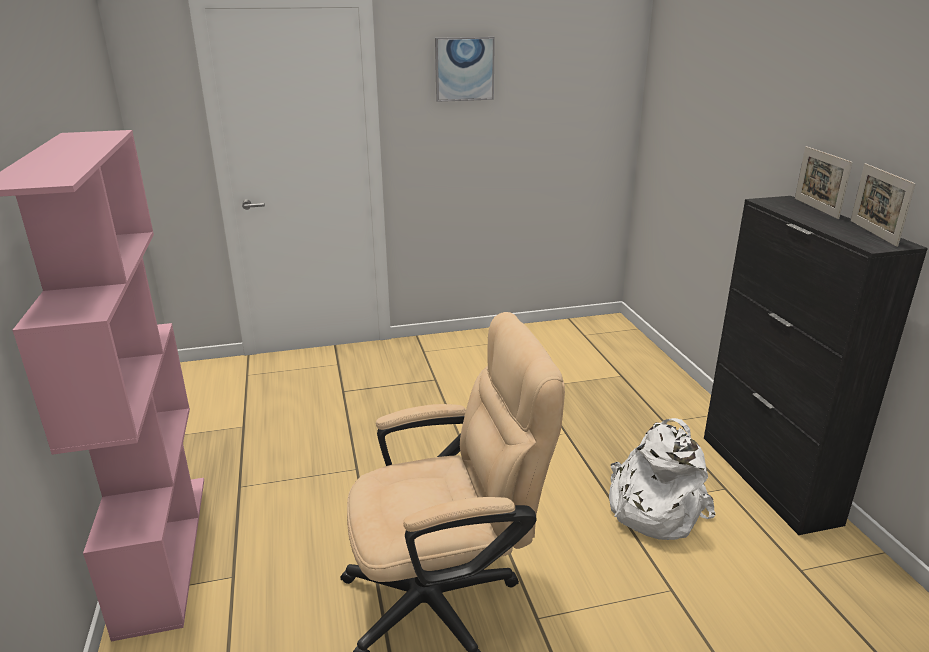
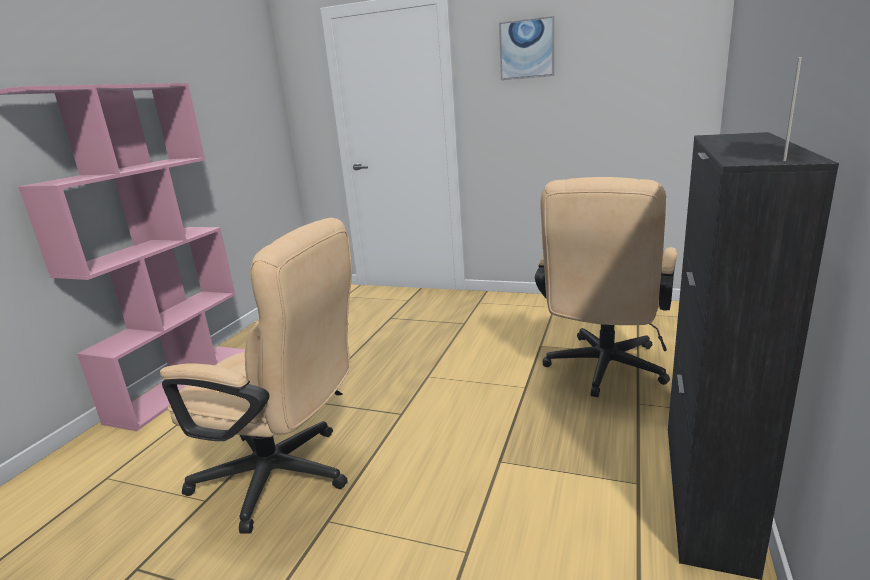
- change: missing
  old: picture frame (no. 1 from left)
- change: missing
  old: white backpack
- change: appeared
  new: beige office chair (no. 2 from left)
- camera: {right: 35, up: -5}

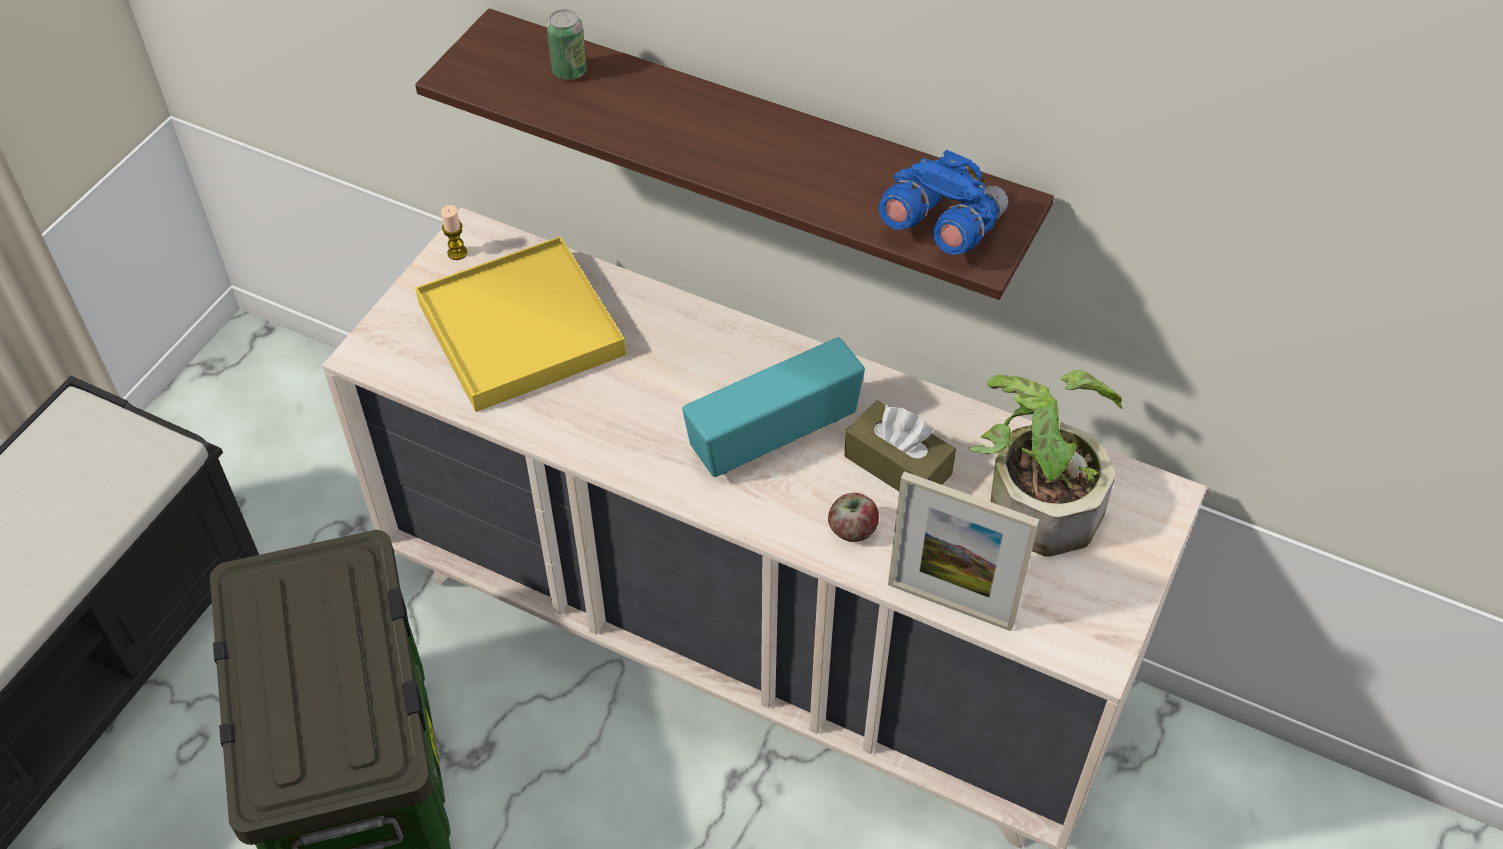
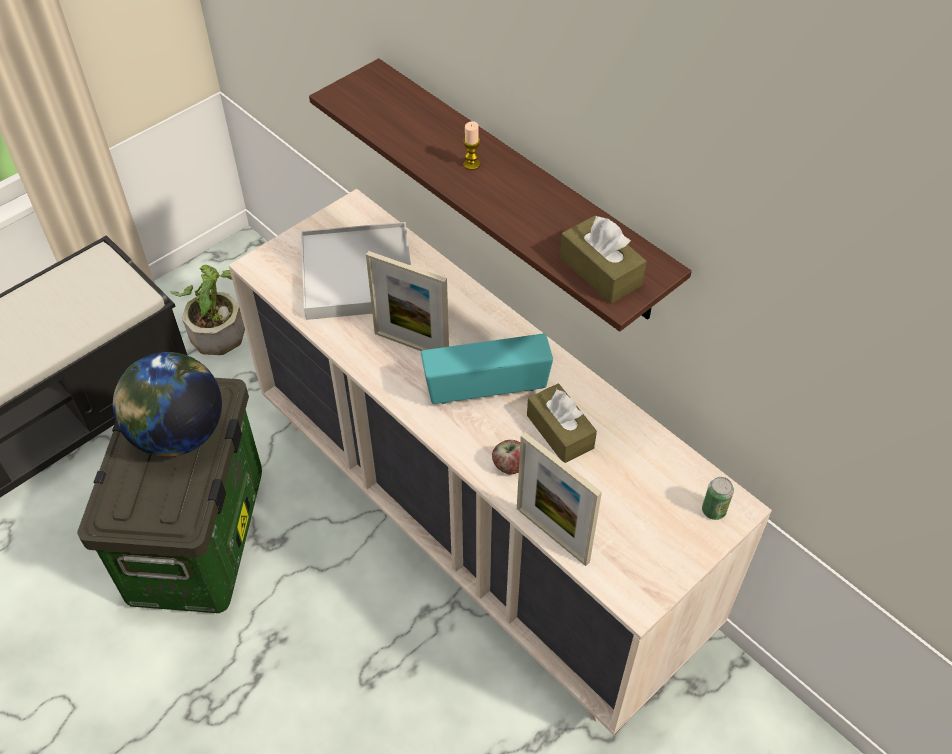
- change: relocated
  old: can
- change: exchanged
  old: blue binoculars
  new: brown tissue box (no. 2 from left)
- change: relocated
  old: candle
- change: colour
  old: yellow tray
  new: white tray
- change: relocated
  old: potted plant
- change: appeared
  new: picture frame (no. 1 from left)
- change: appeared
  new: globe
- camera: {right: 20, up: 0}

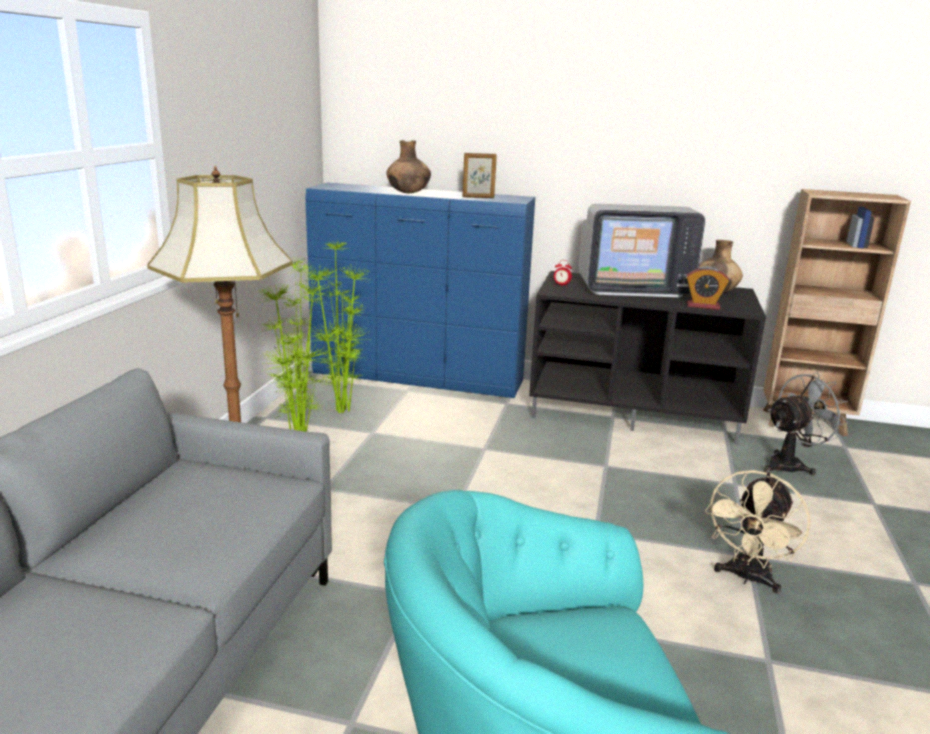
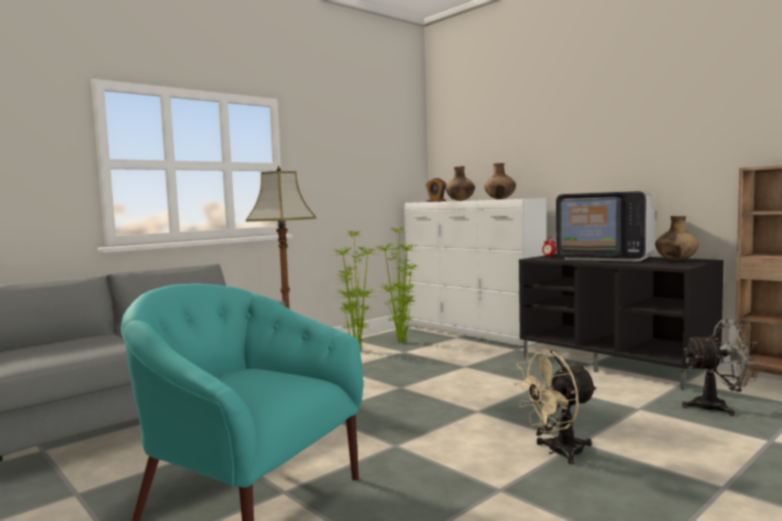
- change: exchanged
  old: picture frame
  new: brown vase (no. 2 from left)
- change: colour
  old: blue dresser
  new: white dresser
- change: relocated
  old: alarm clock (no. 2 from left in the first image)
  new: alarm clock (no. 1 from left)
- camera: {right: 35, up: -15}

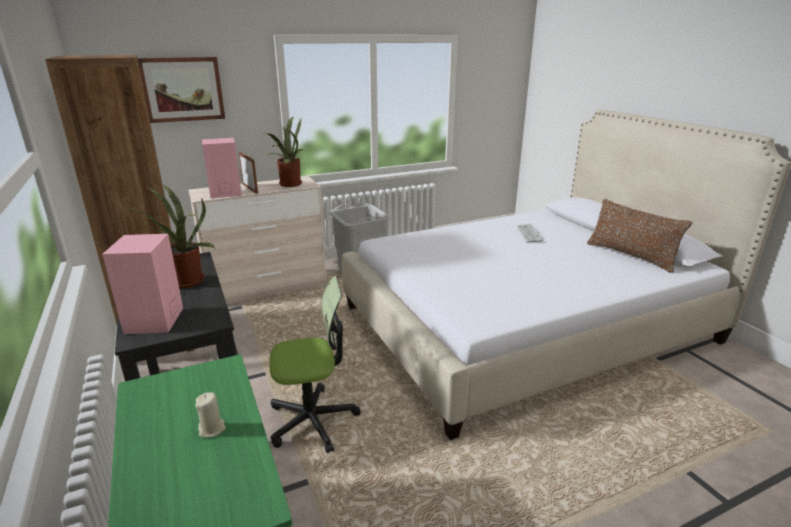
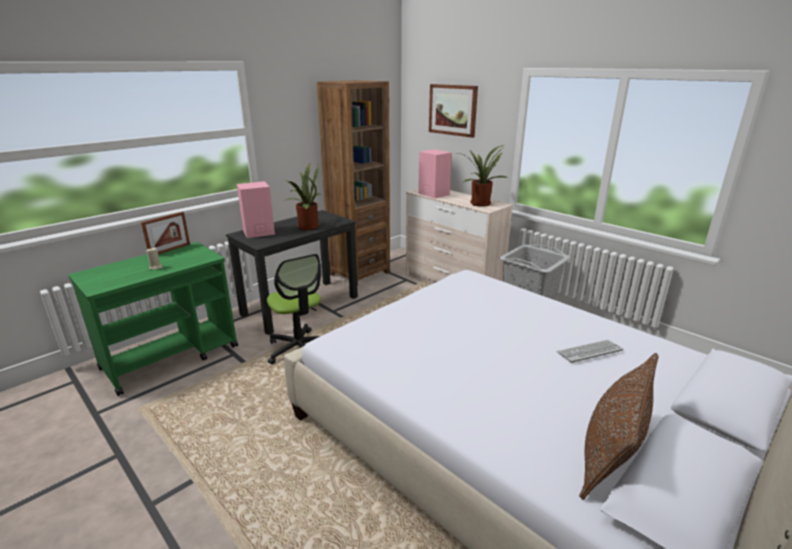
- change: relocated
  old: picture frame
- camera: {right: 70, up: 0}

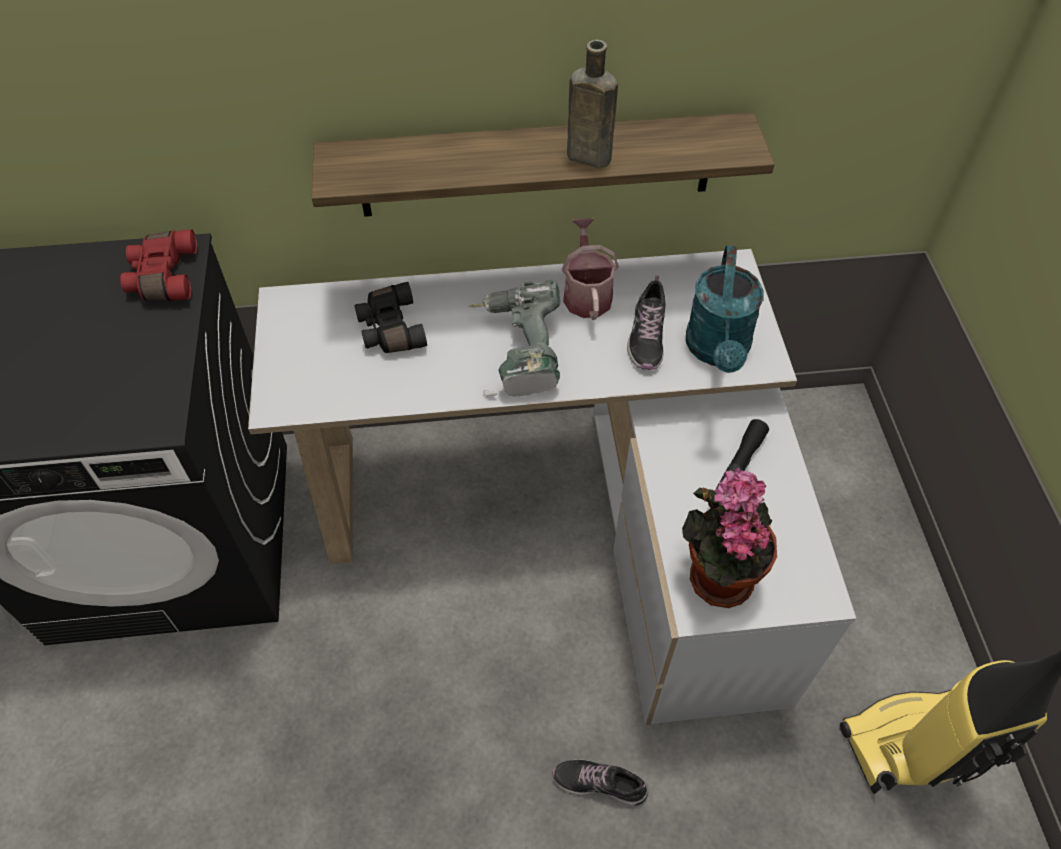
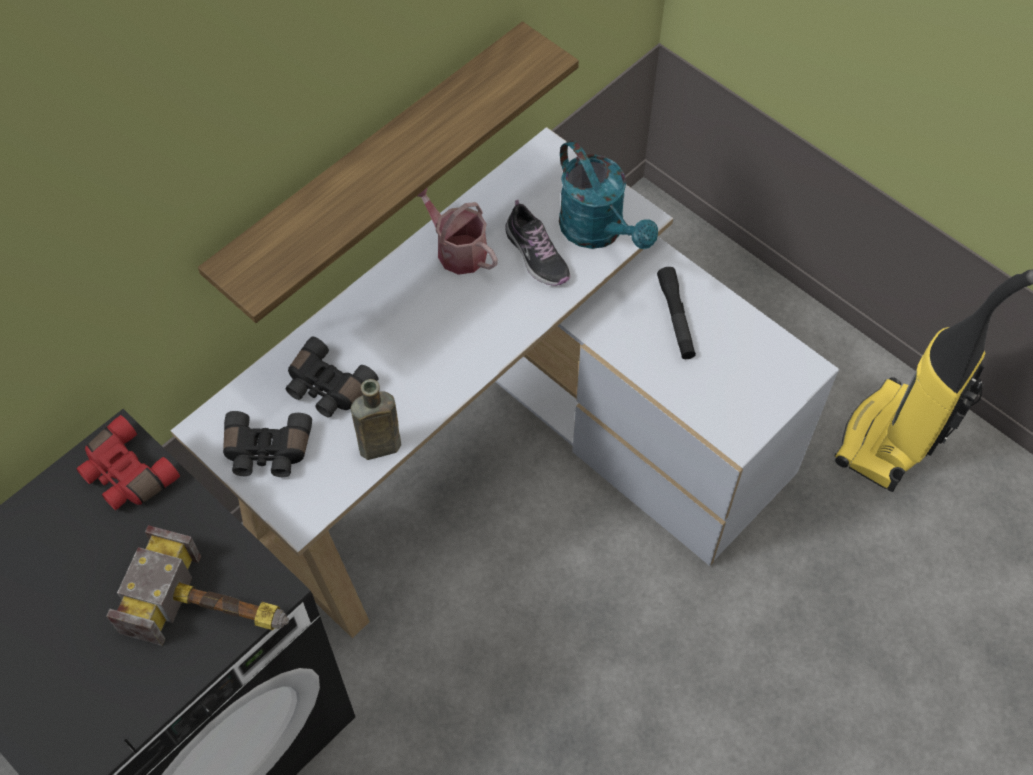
- change: relocated
  old: brown bottle
- change: missing
  old: power drill
- change: missing
  old: potted plant
- change: missing
  old: shoe (no. 1 from left)
- change: appeared
  new: black binoculars (no. 1 from left)
- change: appeared
  new: hammer
- camera: {right: -40, up: 5}

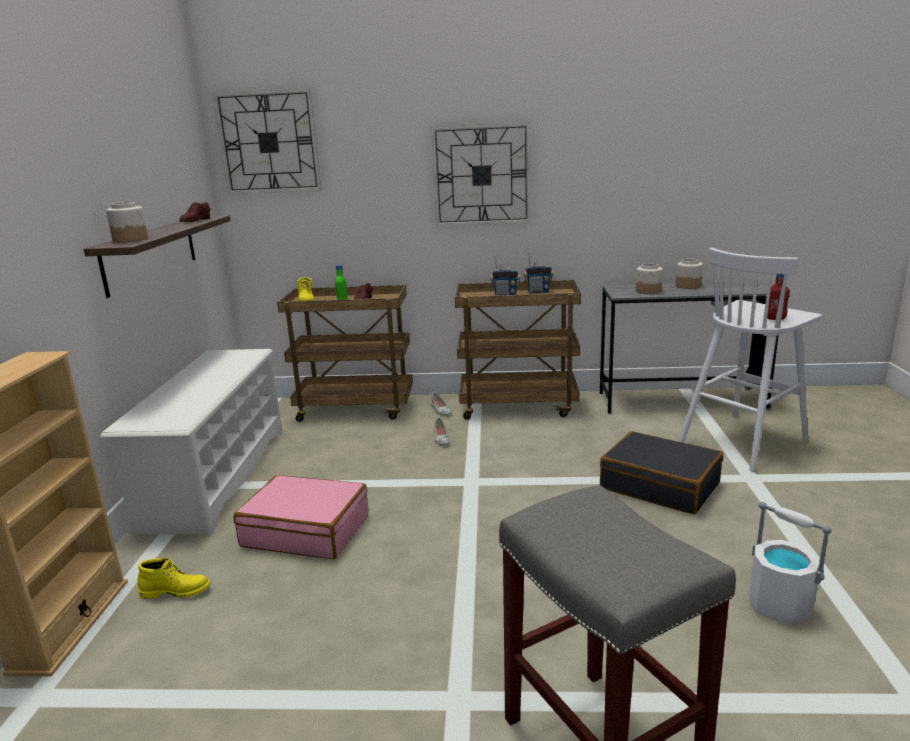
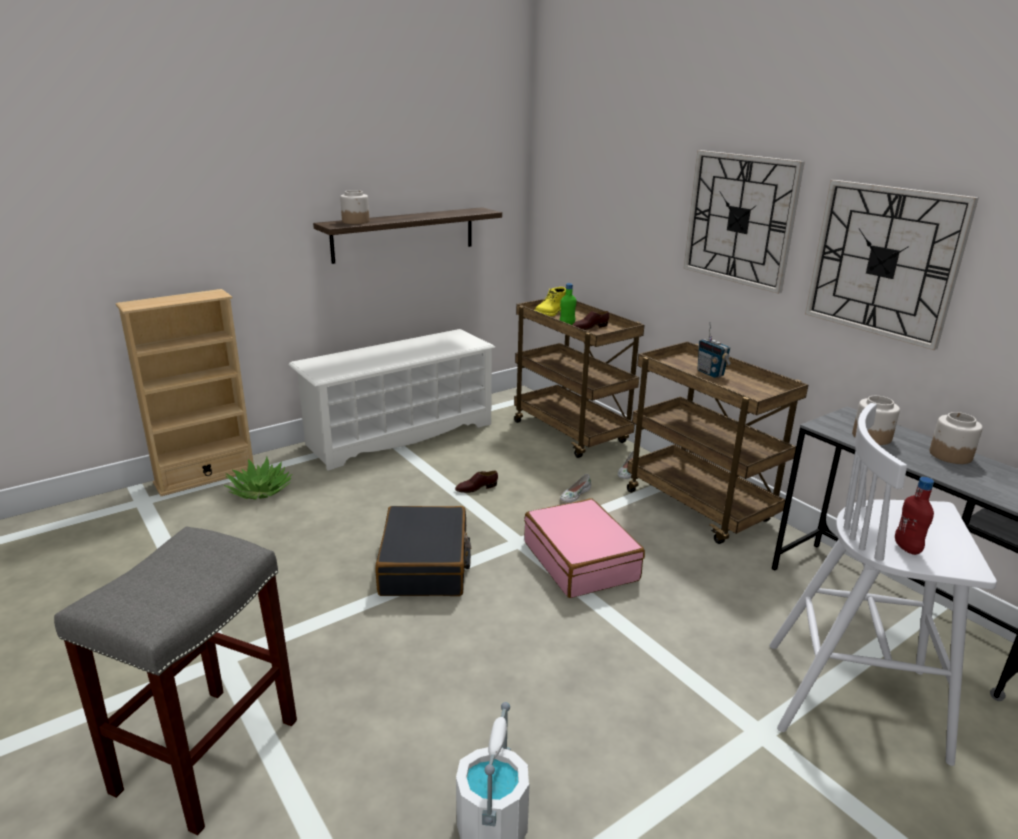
- change: relocated
  old: wall clock (no. 1 from left in the first image)
  new: wall clock (no. 2 from left)
- change: relocated
  old: brown shoe (no. 1 from left)
- change: missing
  old: radio (no. 2 from left)
- change: relocated
  old: black suitcase
- change: relocated
  old: pink suitcase
- change: exchanged
  old: yellow boot (no. 1 from left)
  new: potted plant
- camera: {right: 50, up: 5}

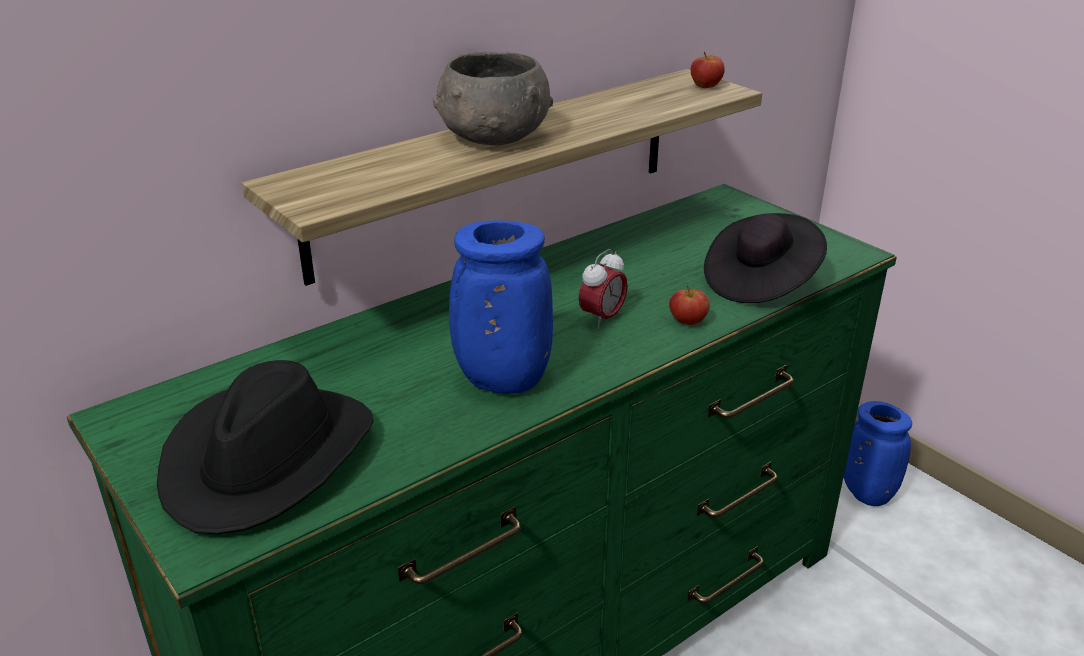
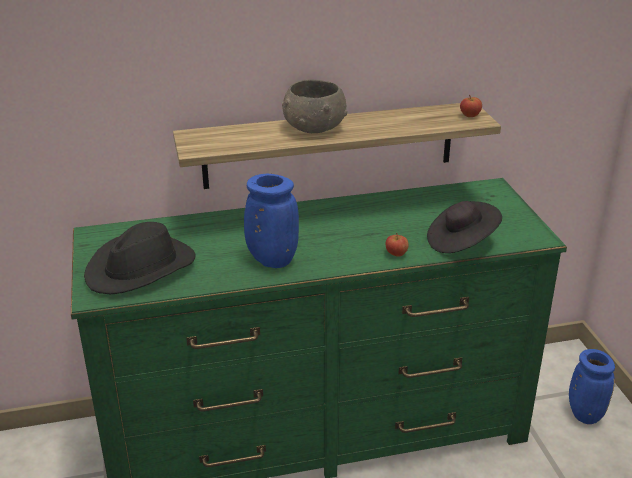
- change: missing
  old: alarm clock
- camera: {right: 25, up: 0}

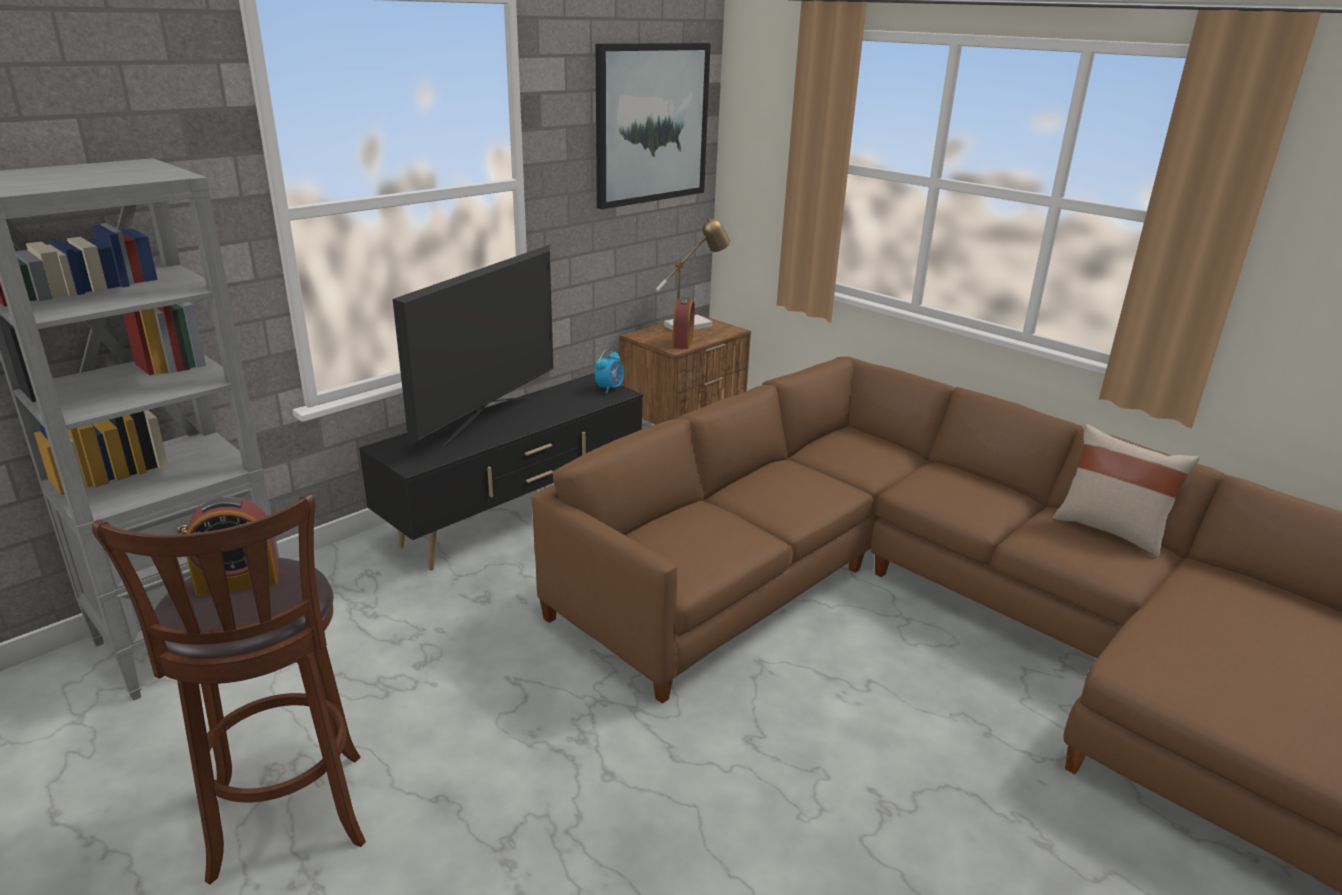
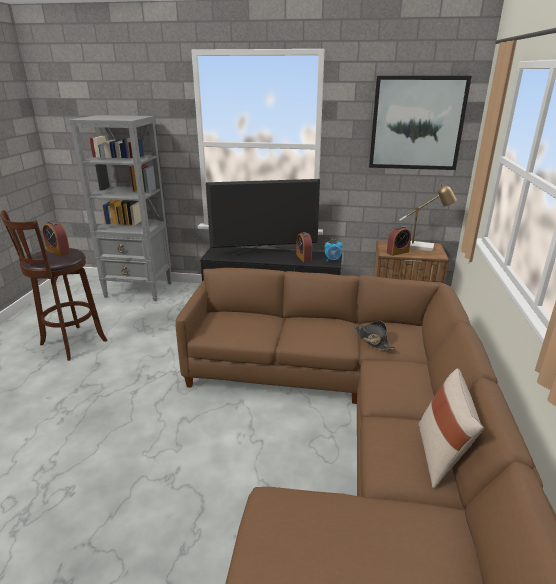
- change: appeared
  new: alarm clock (no. 2 from left)
- change: appeared
  new: black hat
- camera: {right: 55, up: 0}

